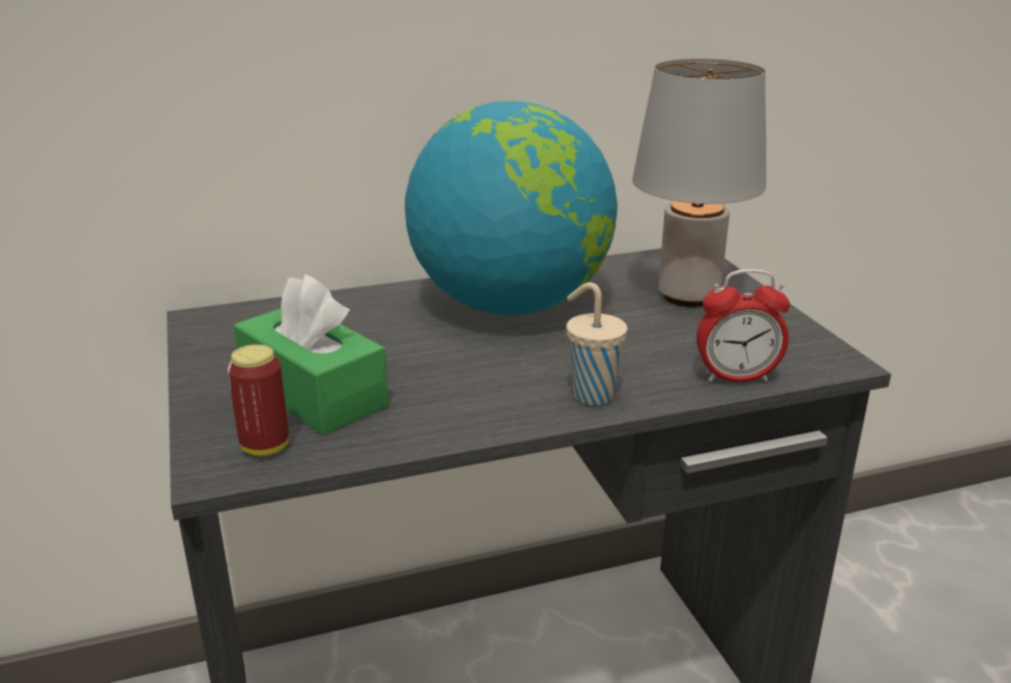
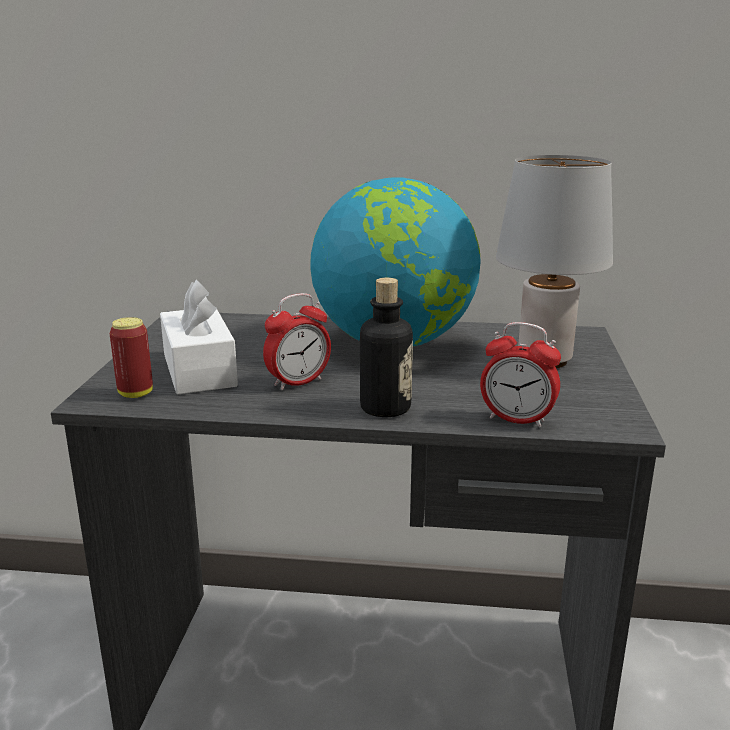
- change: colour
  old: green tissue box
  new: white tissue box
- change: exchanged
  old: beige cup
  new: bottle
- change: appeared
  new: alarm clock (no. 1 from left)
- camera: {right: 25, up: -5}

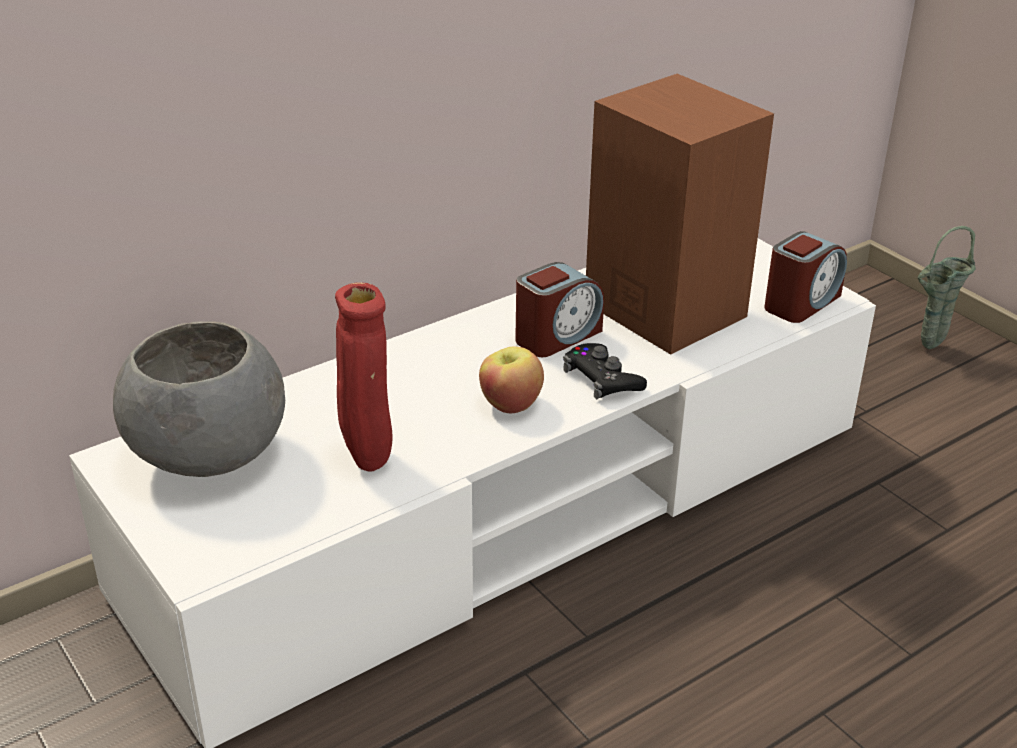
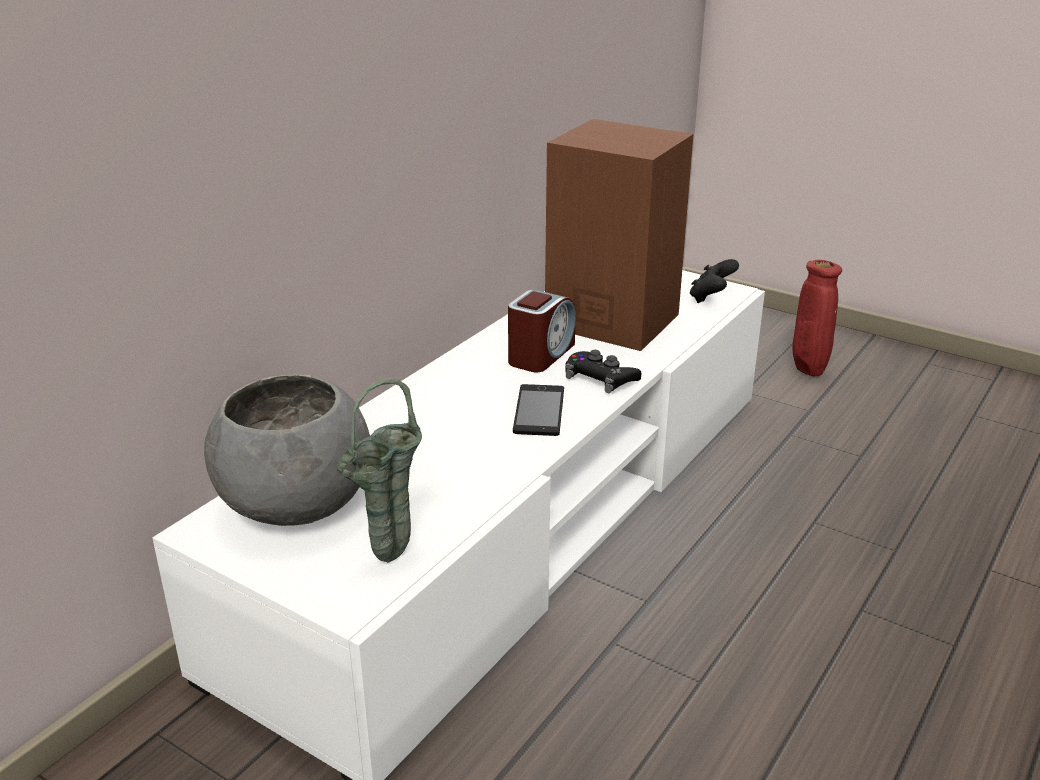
- change: relocated
  old: green vase
- change: exchanged
  old: alarm clock (no. 2 from left)
  new: black game controller (no. 2 from left)
- change: relocated
  old: red vase
- change: exchanged
  old: apple
  new: phone
- camera: {right: -20, up: -5}

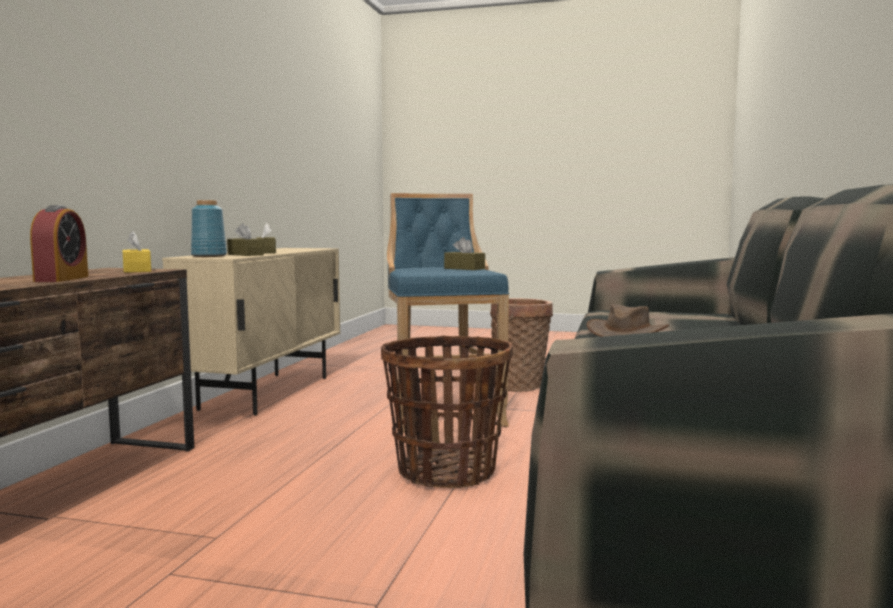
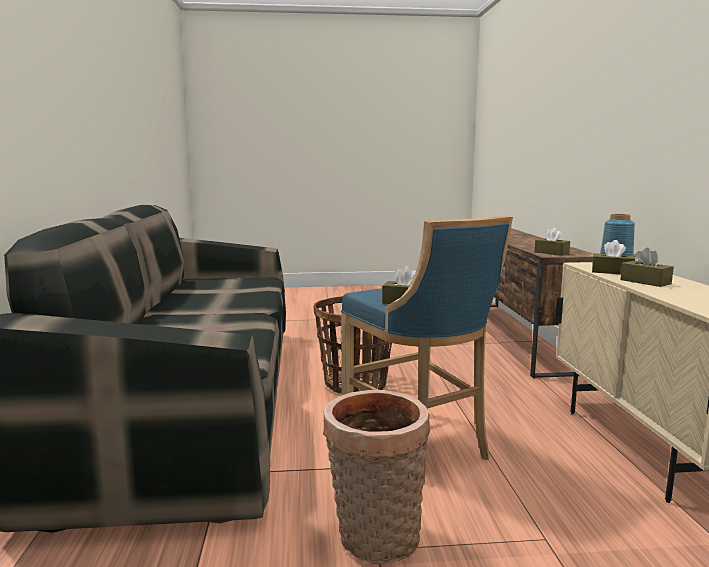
- change: missing
  old: alarm clock
- change: colour
  old: yellow tissue box
  new: brown tissue box (no. 2 from left)
- change: missing
  old: brown hat
- camera: {right: 160, up: 5}

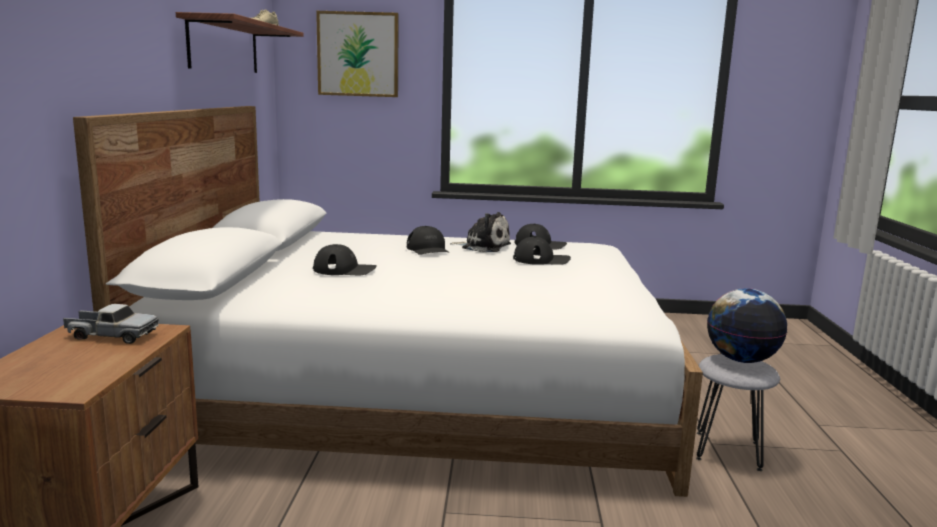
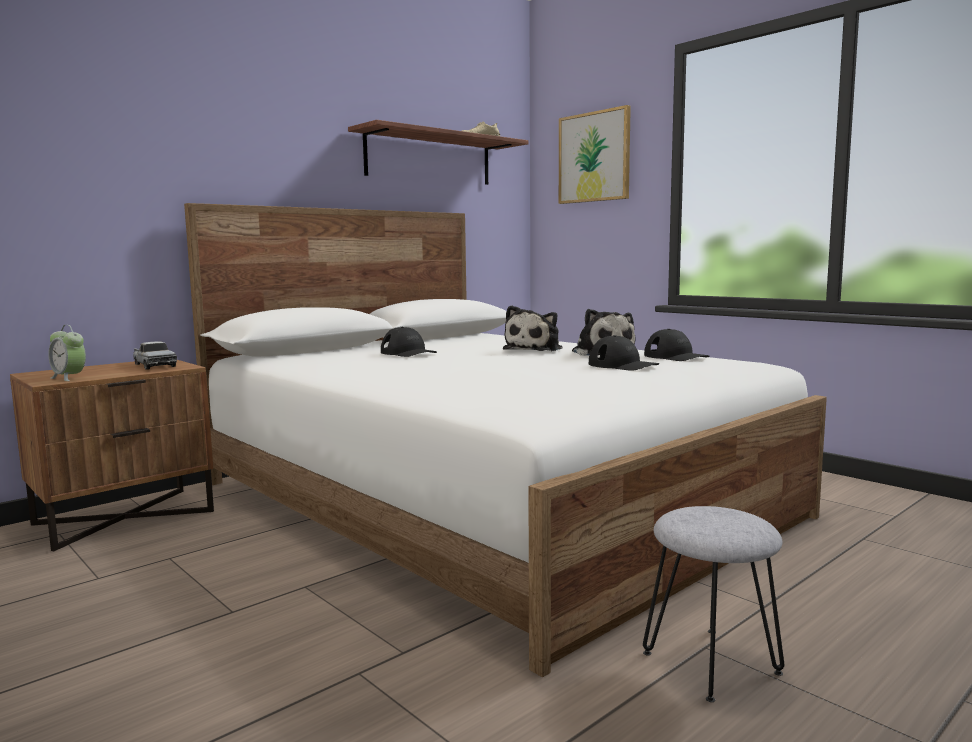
- change: exchanged
  old: black cap (no. 2 from left)
  new: plush toy (no. 1 from left)
- change: missing
  old: globe
- change: appeared
  new: alarm clock
- camera: {right: 45, up: -5}

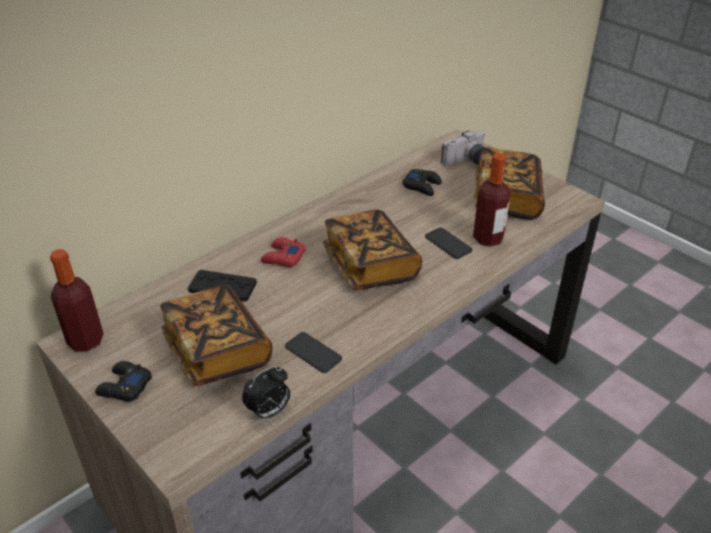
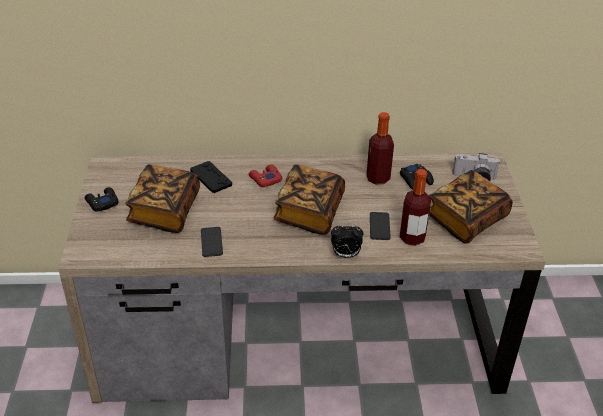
- change: relocated
  old: bottle (no. 1 from left)
- change: relocated
  old: alarm clock
- camera: {right: 40, up: 0}

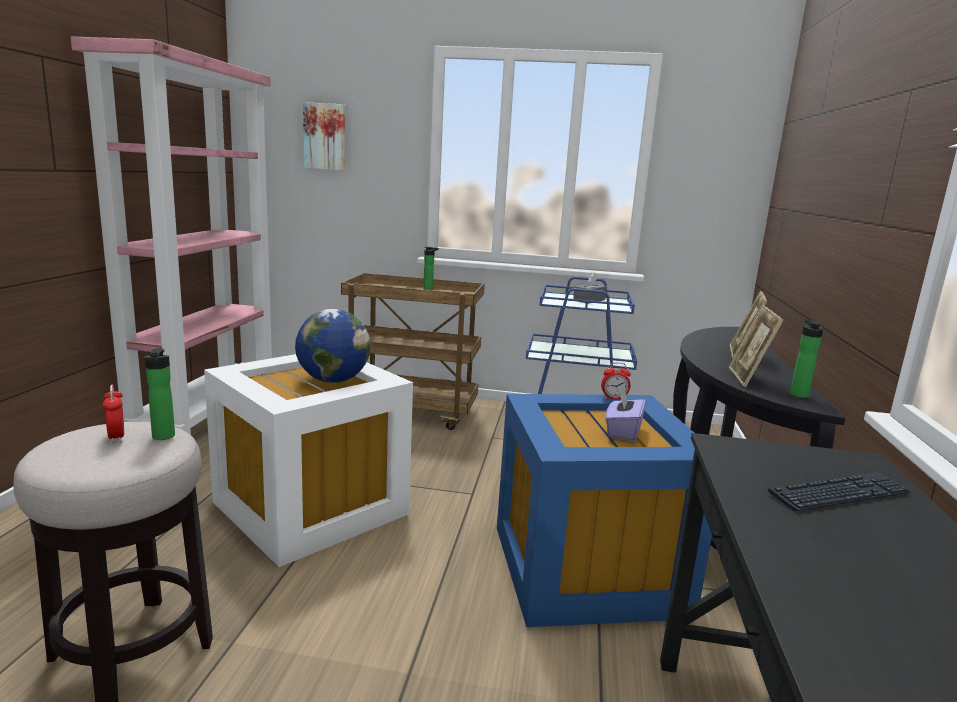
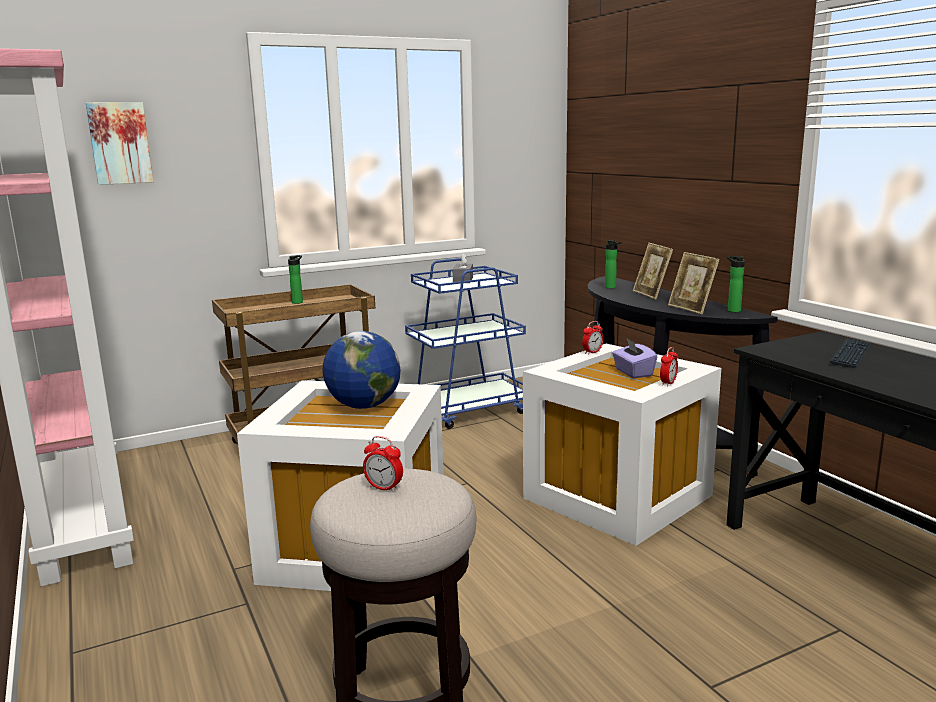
- change: relocated
  old: bottle (no. 1 from left in the first image)
  new: bottle (no. 2 from left)
- change: colour
  old: blue storage box
  new: white storage box (no. 2 from left)
- change: appeared
  new: alarm clock (no. 3 from left)
- camera: {right: -35, up: 0}

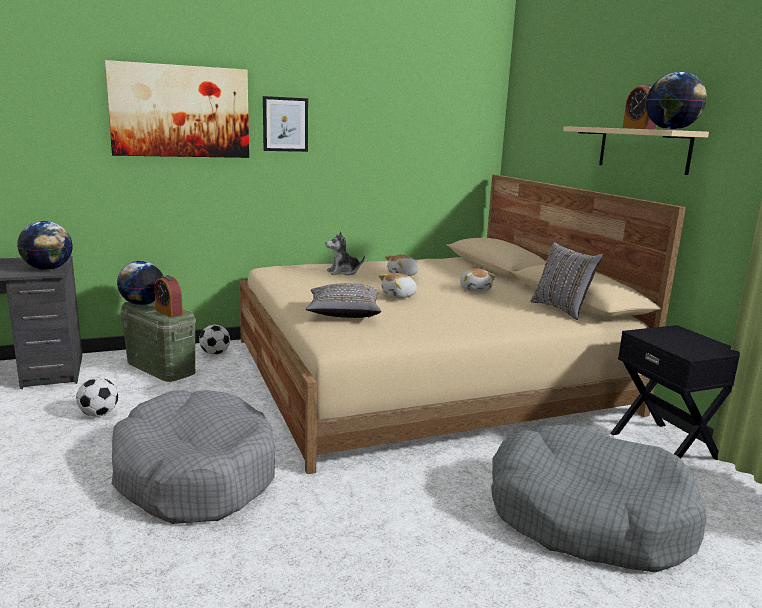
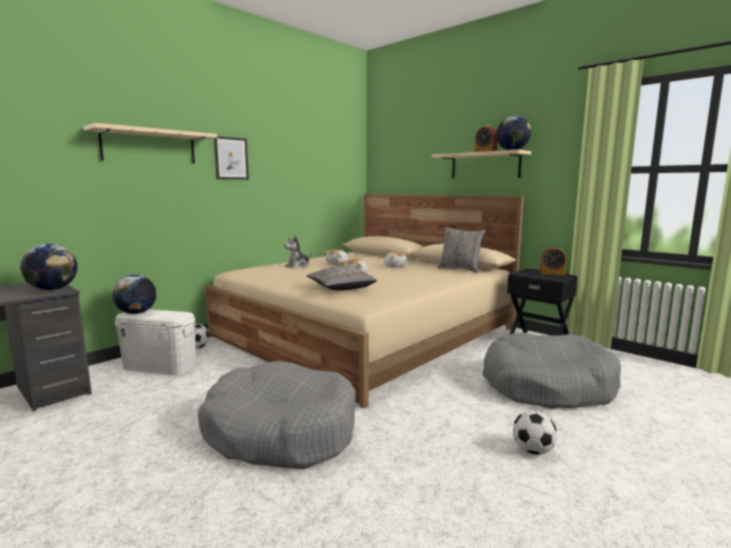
- change: exchanged
  old: picture (no. 1 from left)
  new: beige shelf (no. 1 from left)
- change: relocated
  old: alarm clock (no. 1 from left in the first image)
  new: alarm clock (no. 2 from left)
- change: colour
  old: green storage box
  new: white storage box
- change: relocated
  old: football (no. 1 from left in the first image)
  new: football (no. 2 from left)
- camera: {right: -25, up: -5}

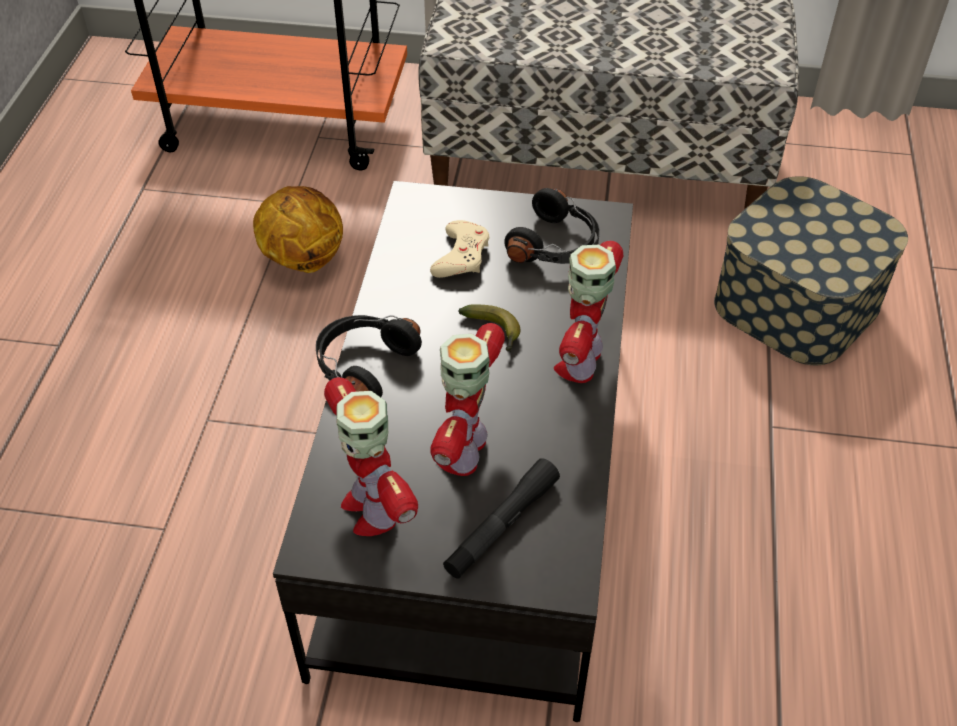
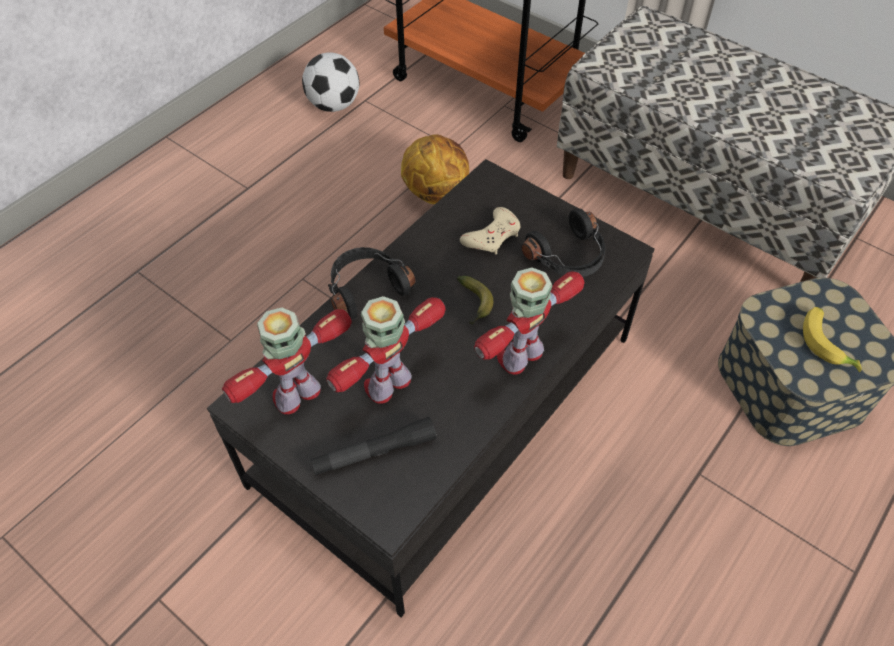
- change: spun
  old: toy robot (no. 1 from left)
  degrees: 45
- change: appeared
  new: football
- change: appeared
  new: banana (no. 2 from left)
- camera: {right: 30, up: 5}

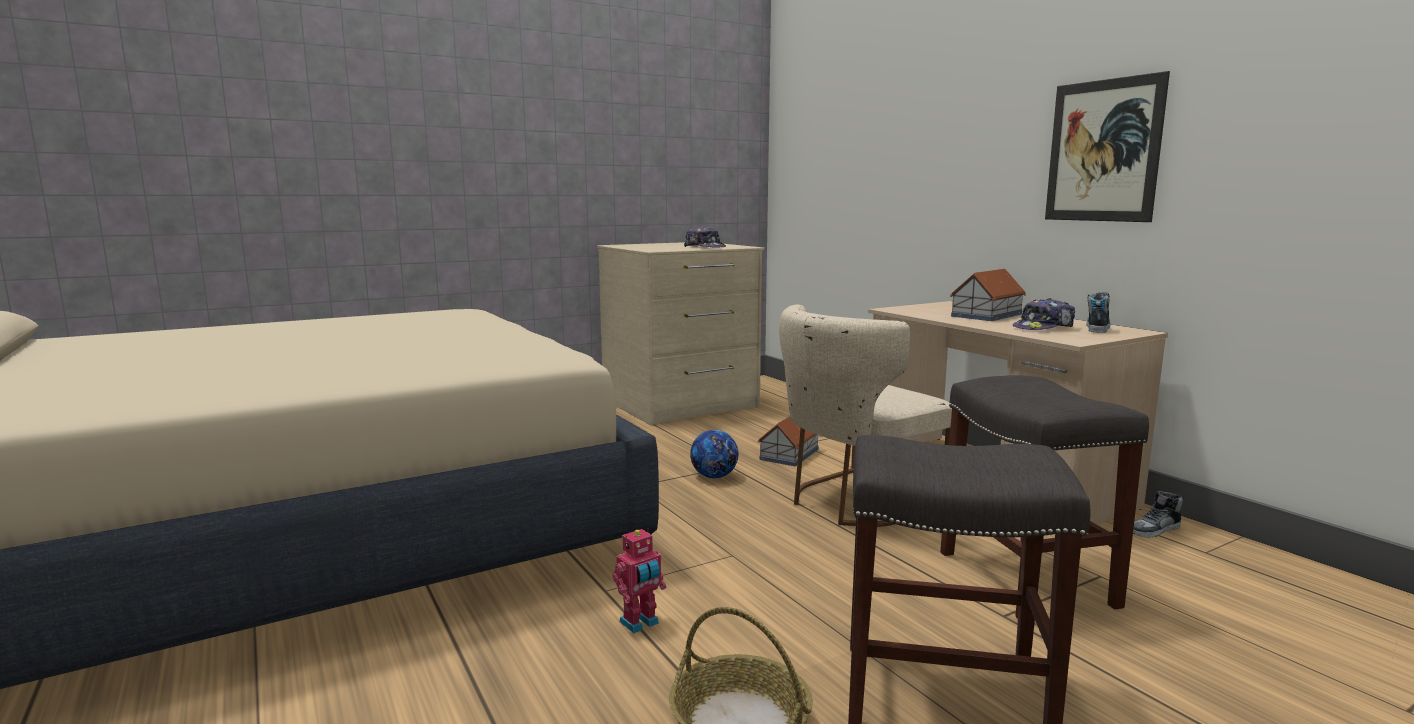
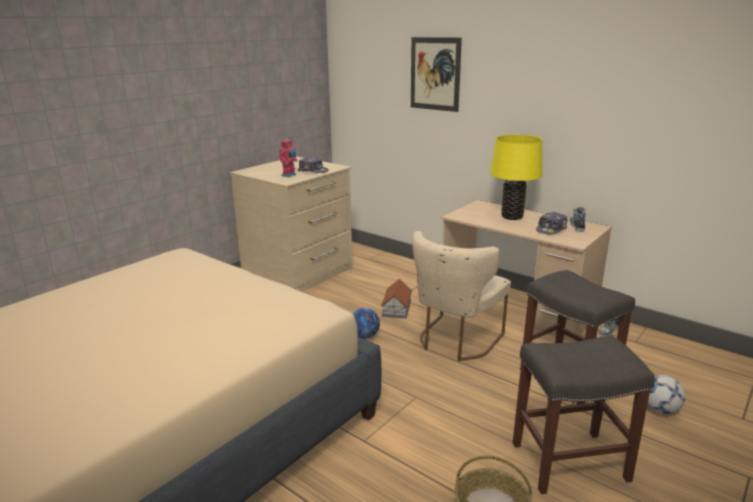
- change: relocated
  old: picture
- change: exchanged
  old: toy house (no. 2 from left)
  new: yellow table lamp
- change: relocated
  old: toy robot
- change: appeared
  new: football (no. 2 from left)
- camera: {right: -20, up: 10}

